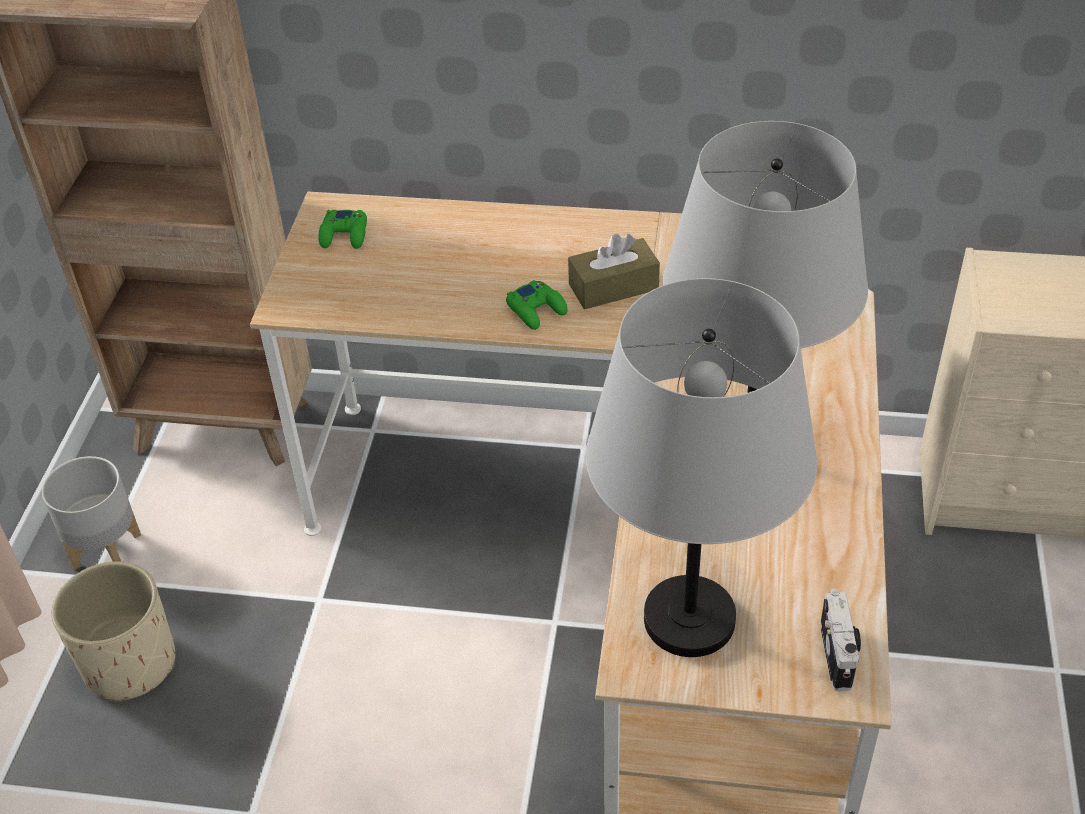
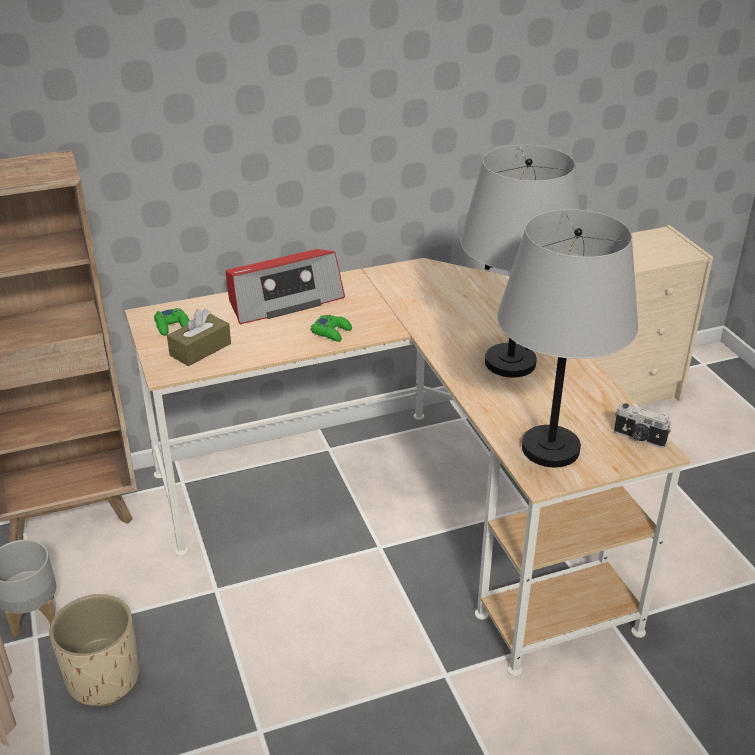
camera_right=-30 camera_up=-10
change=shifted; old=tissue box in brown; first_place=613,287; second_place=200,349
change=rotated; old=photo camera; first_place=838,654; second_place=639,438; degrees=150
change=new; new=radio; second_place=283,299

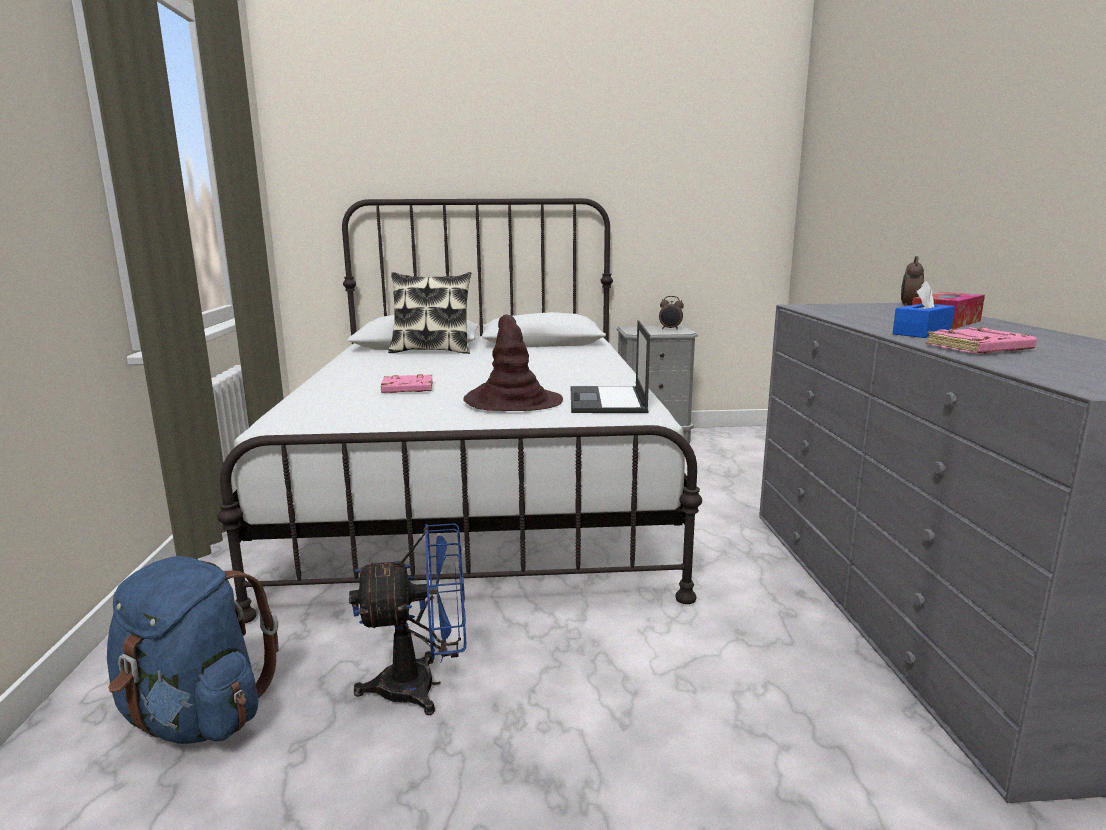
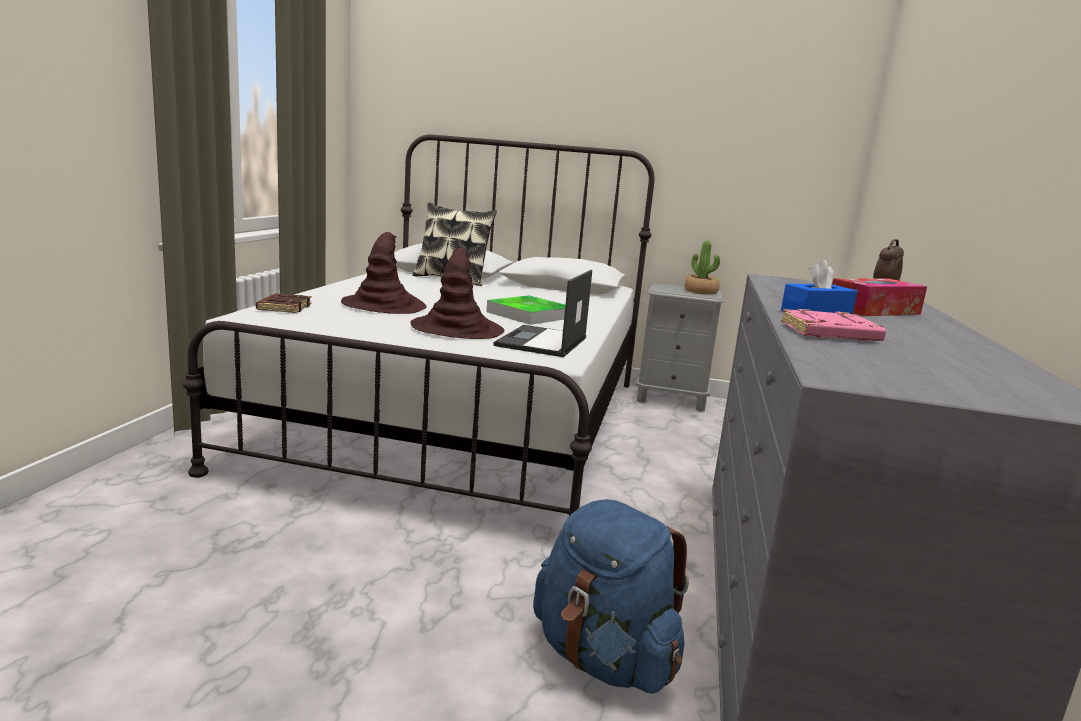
camera_right=15 camera_up=0
change=swapped; old=alarm clock; new=potted plant; first_place=670,329; second_place=701,291
change=swapped; old=book in pink; new=hat in brown; first_place=407,389; second_place=384,305
change=gone; old=fan in blue; first_place=423,686
change=shifted; old=backpack in blue; first_place=196,717; second_place=604,658
change=new; new=book in brown; second_place=284,307
change=new; new=tray; second_place=529,315

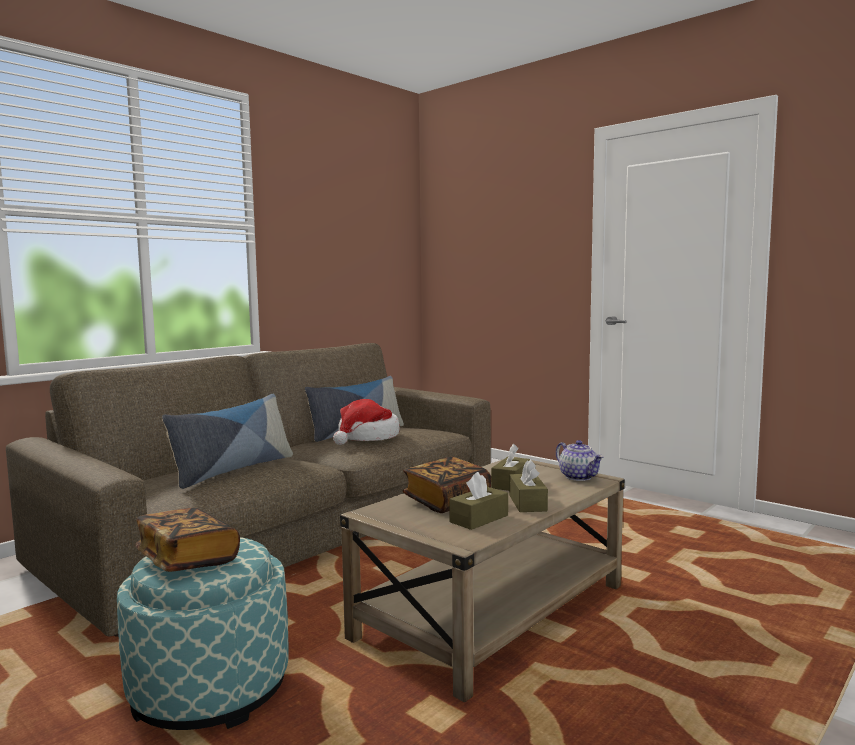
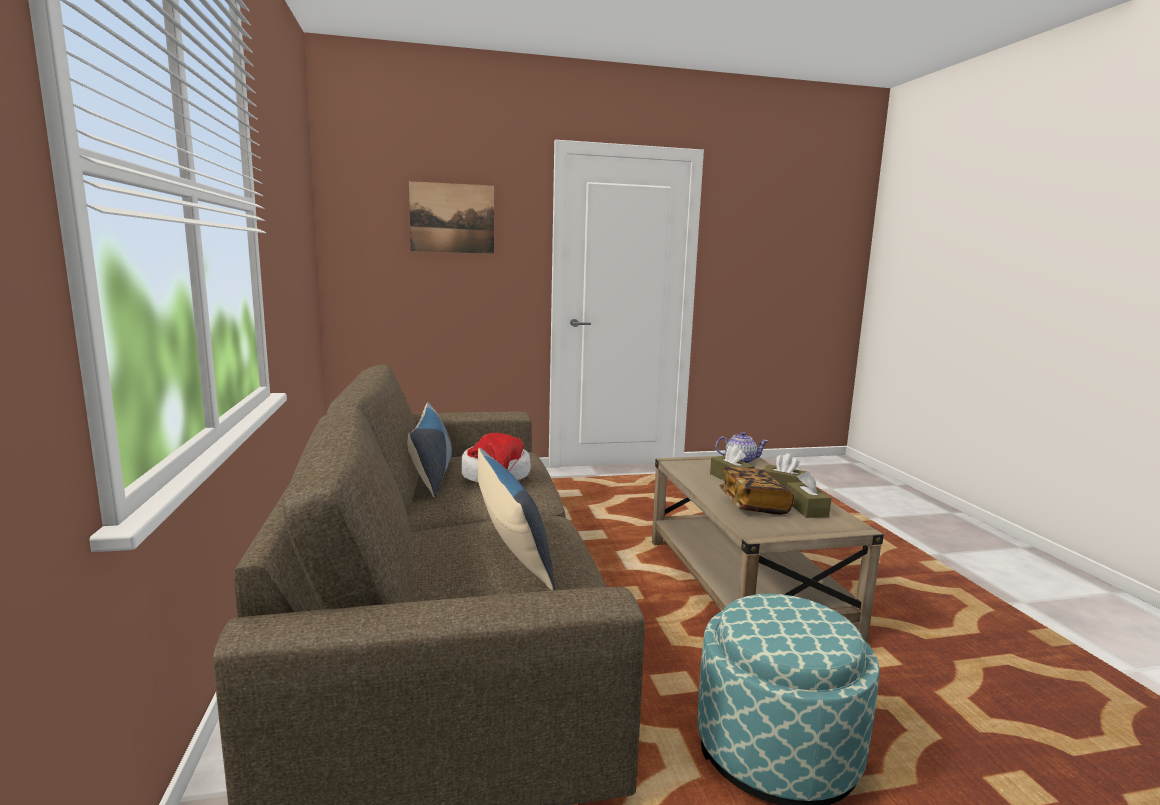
camera_right=-55 camera_up=5
change=gone; old=book; first_place=187,559
change=new; new=picture; second_place=452,218

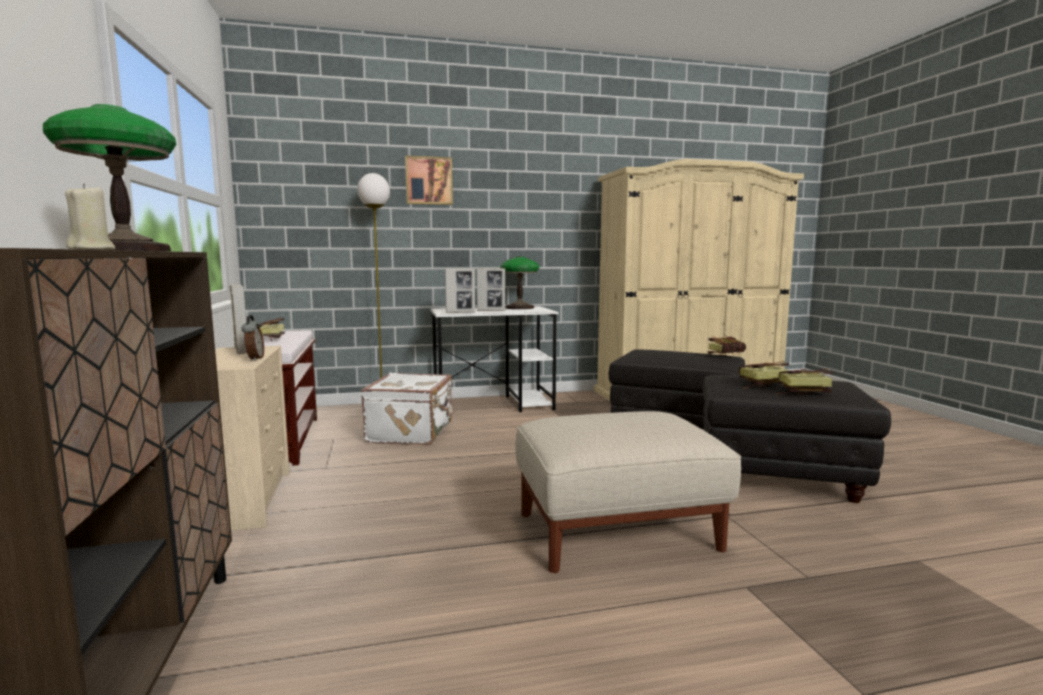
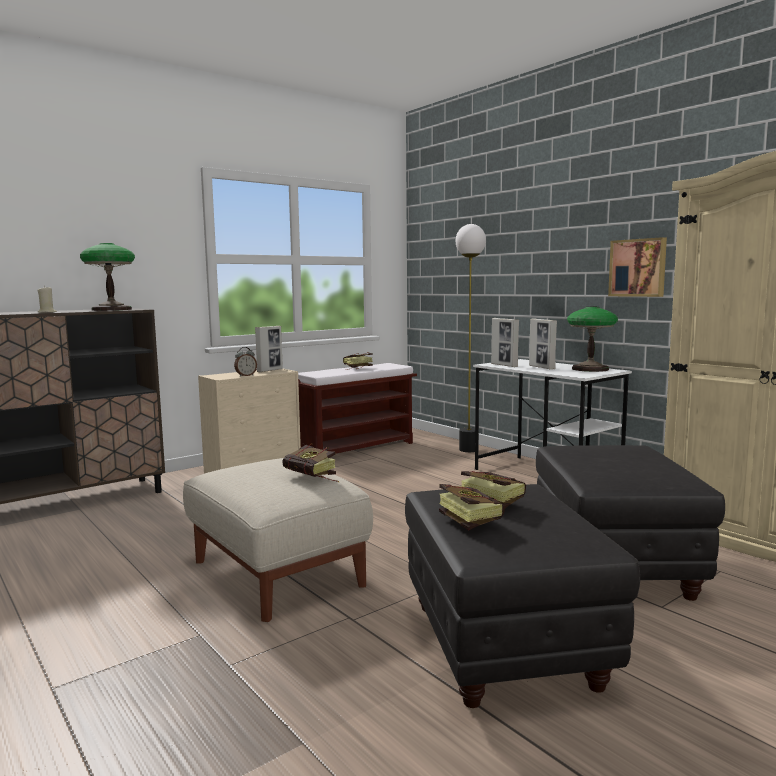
camera_right=65 camera_up=0
change=shifted; old=picture; first_place=429,181; second_place=638,268
change=shifted; old=book; first_place=728,356; second_place=313,478
change=gone; old=suitcase in white; first_place=412,432

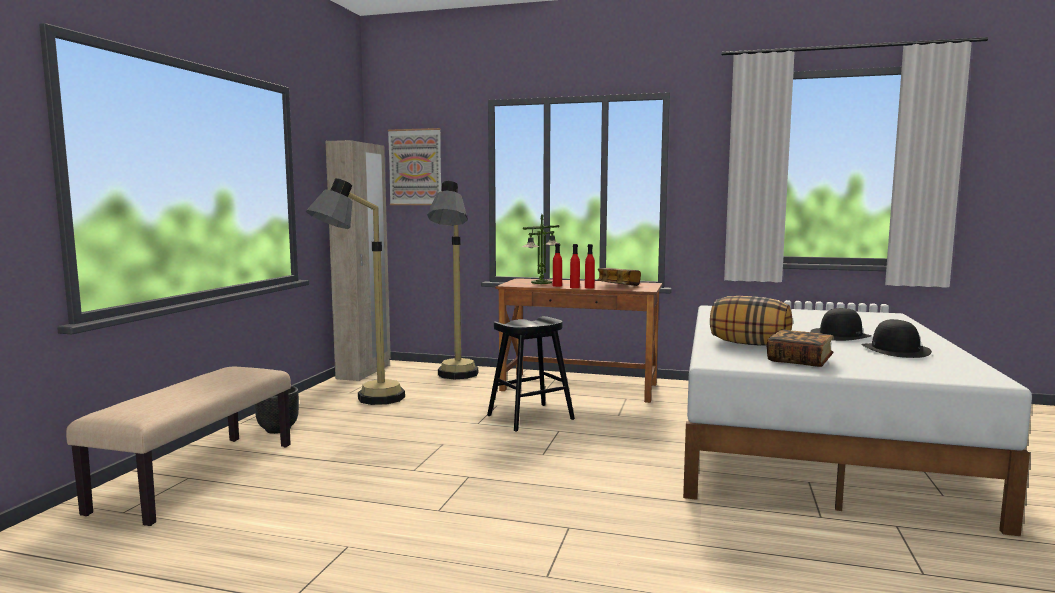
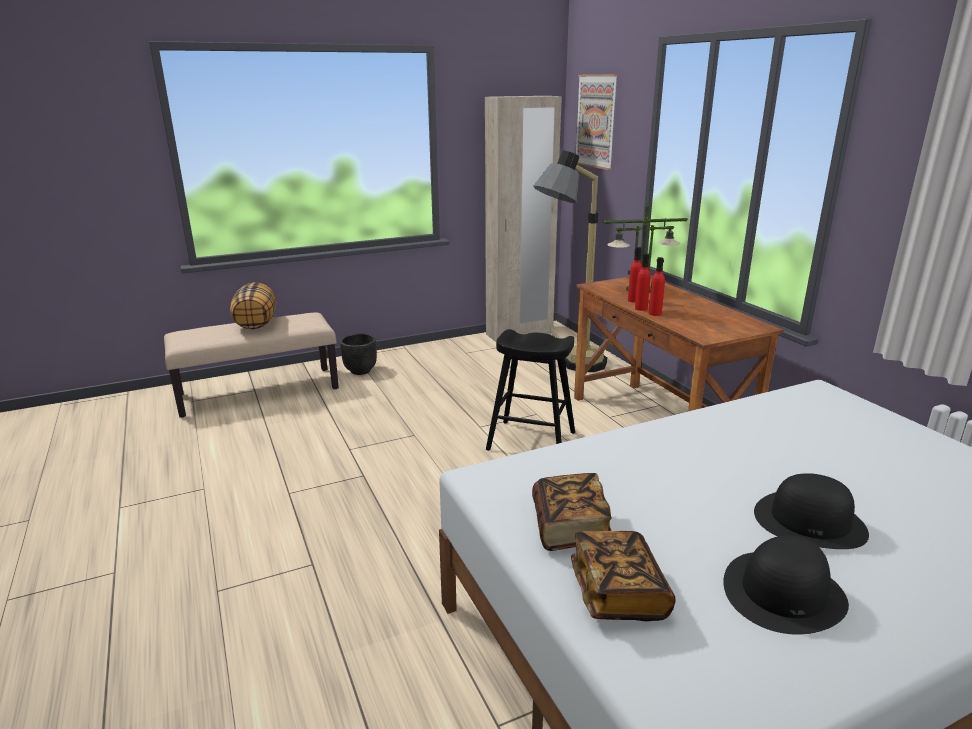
camera_right=50 camera_up=15
change=gone; old=floor lamp; first_place=362,402
change=shifted; old=book; first_place=618,286; second_place=618,593
change=shifted; old=pillow; first_place=749,344; second_place=256,324

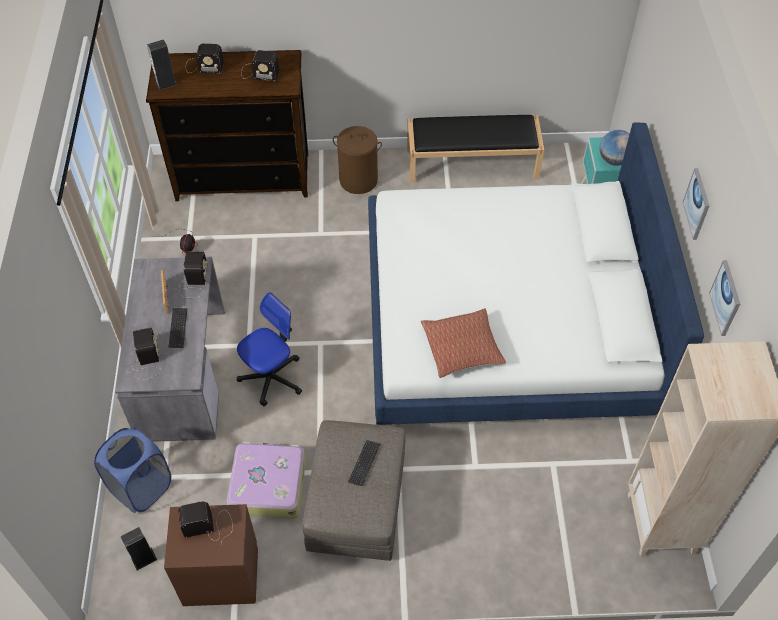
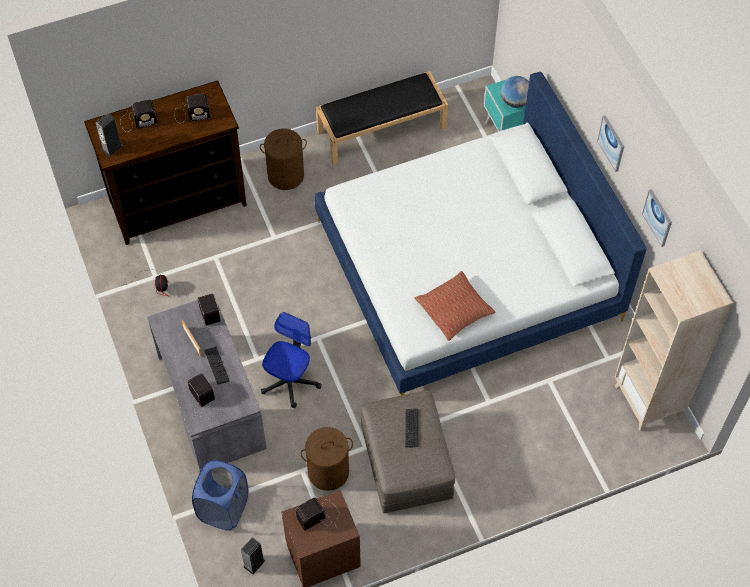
camera_right=-20 camera_up=5
change=swapped; old=suitcase; new=laundry basket in brown; first_place=268,485; second_place=328,472

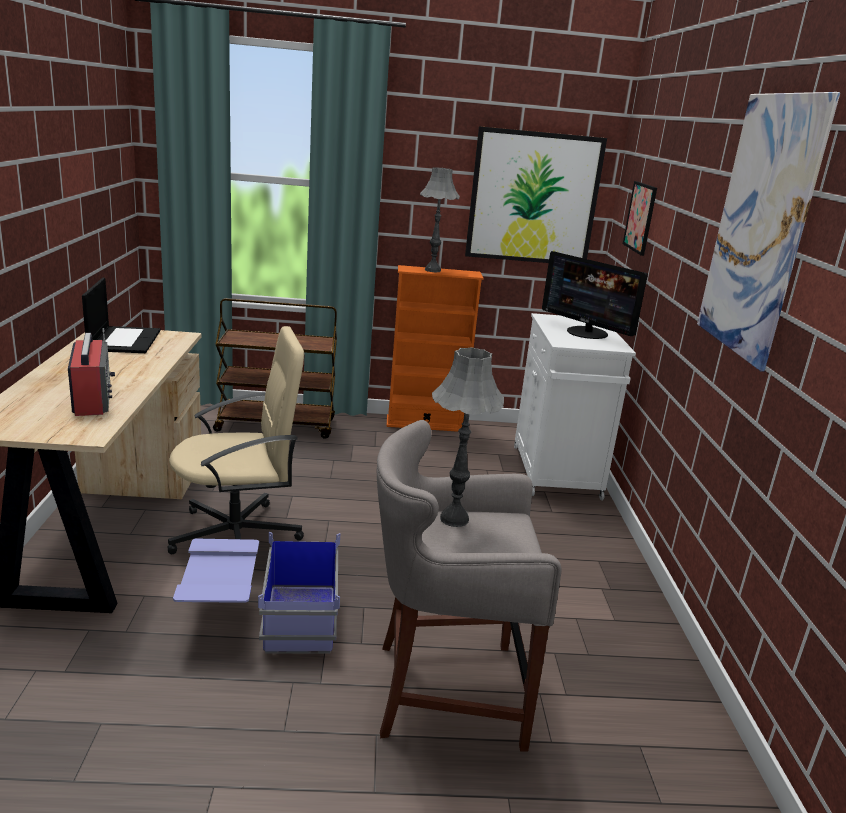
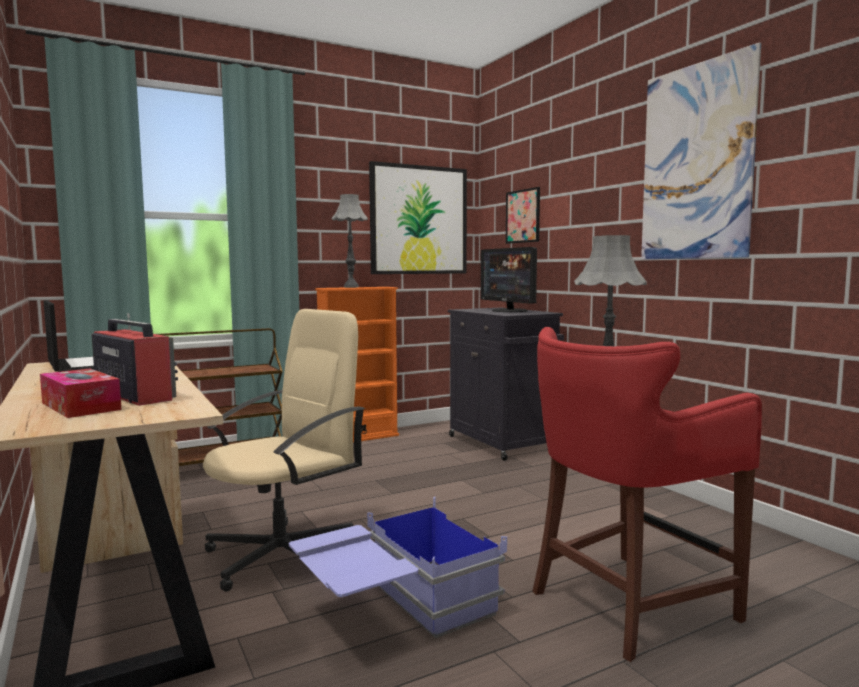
camera_right=-25 camera_up=-15
change=rotated; old=monitor; first_place=587,333; second_place=509,311; degrees=45
change=repainted; old=cabinet in white; new=cabinet in black; first_place=556,473; second_place=502,444
change=repainted; old=stool in grey; new=stool in red; first_place=443,690; second_place=626,605
change=new; new=tissue box; second_place=80,406

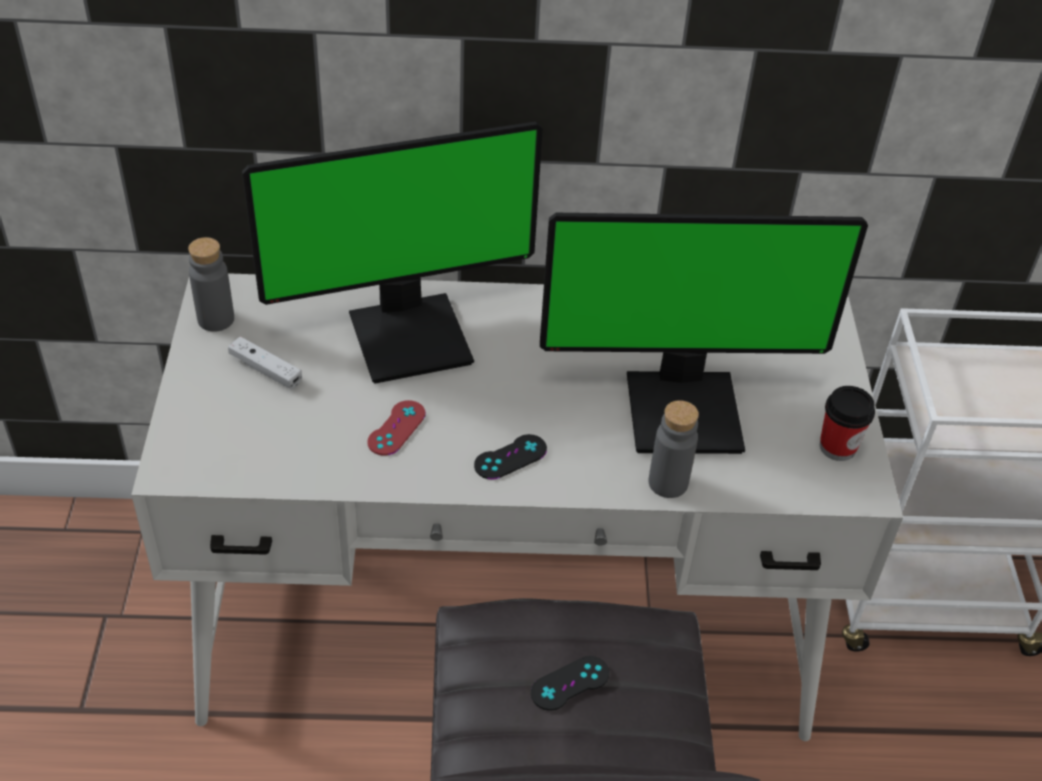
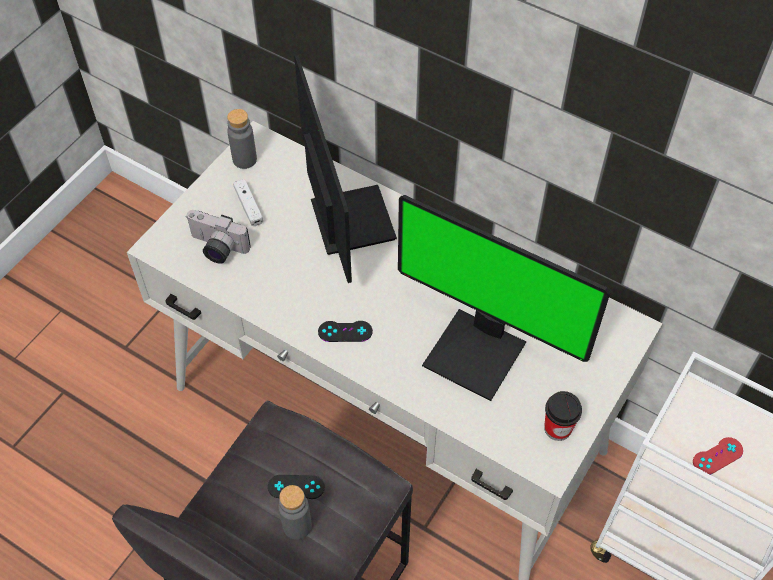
camera_right=35 camera_up=10
change=rotated; old=monitor; first_place=410,335; second_place=348,221; degrees=-120
change=shifted; old=game controller in red; first_place=396,428; second_place=717,456
change=shifted; old=bottle in grey; first_place=668,483; second_place=297,526
change=new; new=photo camera; second_place=216,248

